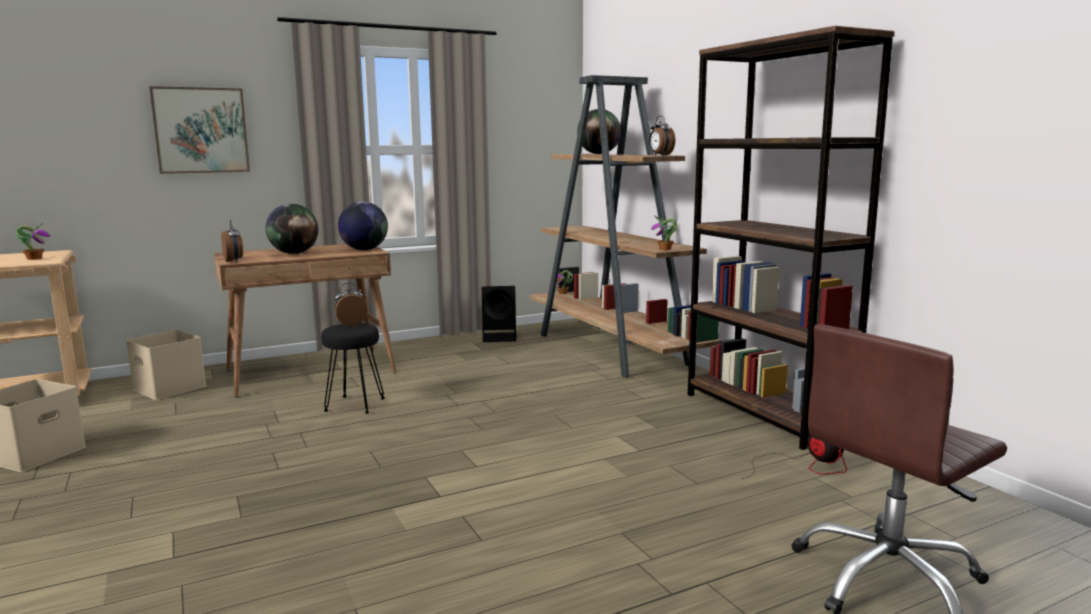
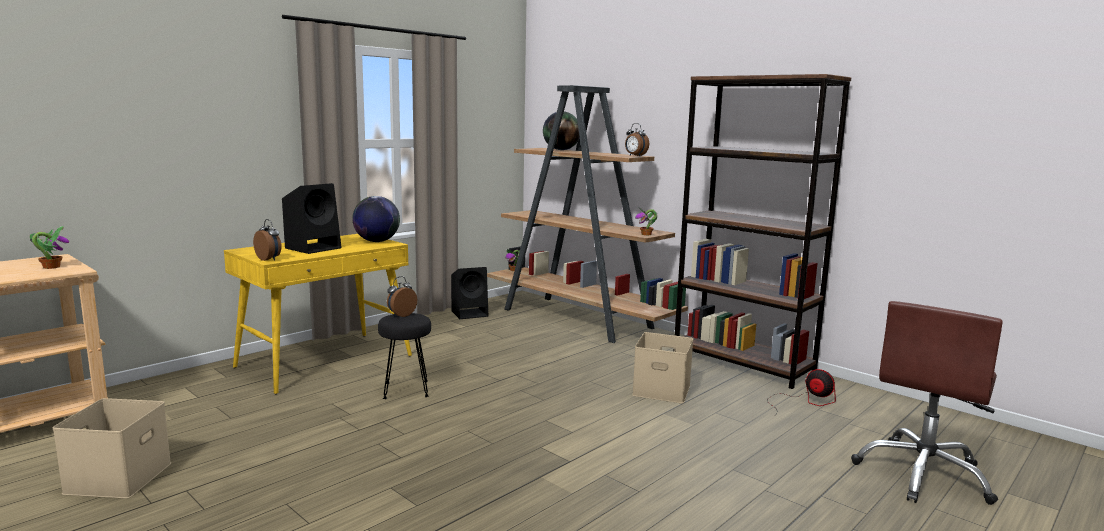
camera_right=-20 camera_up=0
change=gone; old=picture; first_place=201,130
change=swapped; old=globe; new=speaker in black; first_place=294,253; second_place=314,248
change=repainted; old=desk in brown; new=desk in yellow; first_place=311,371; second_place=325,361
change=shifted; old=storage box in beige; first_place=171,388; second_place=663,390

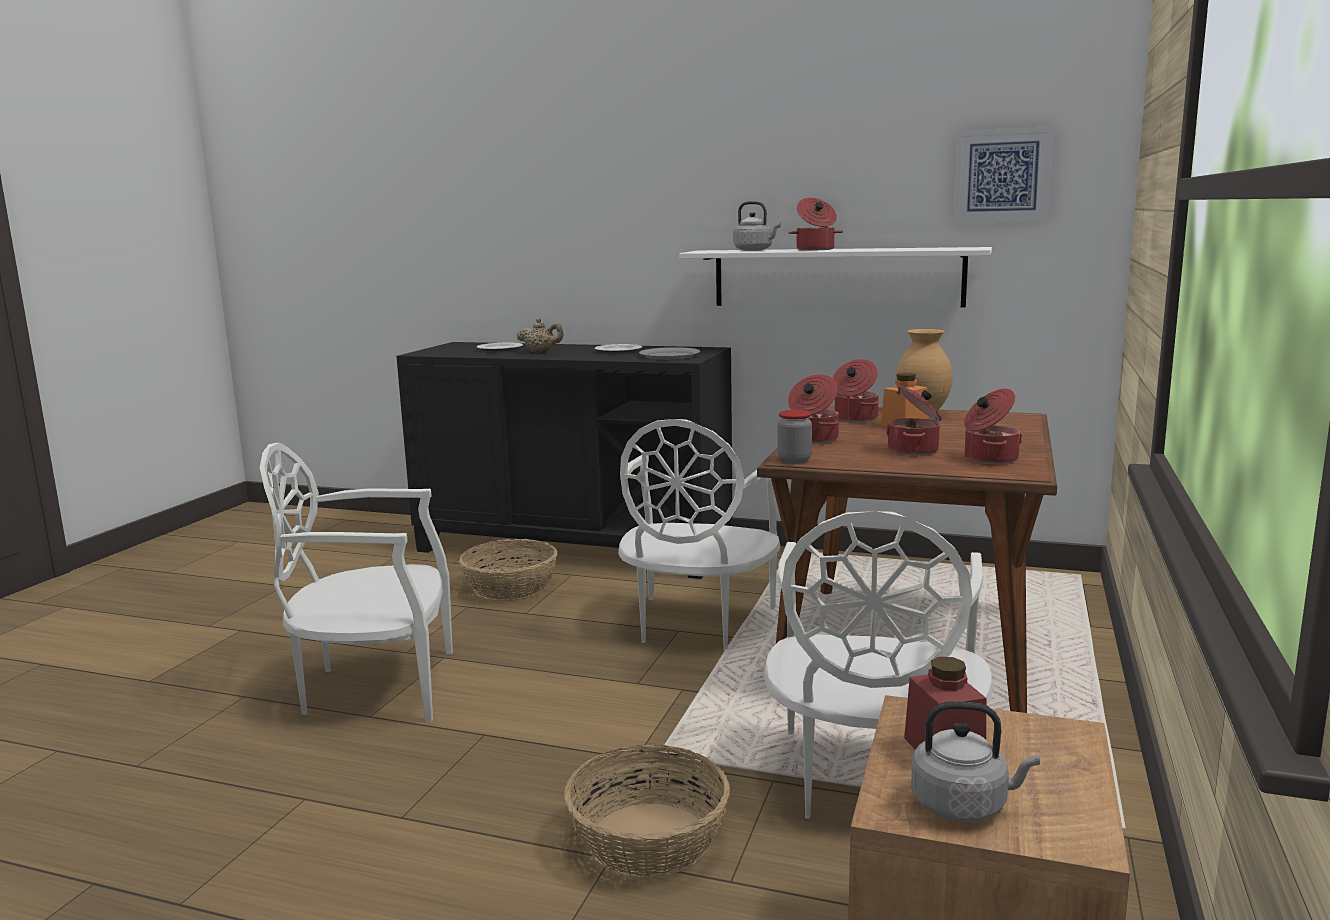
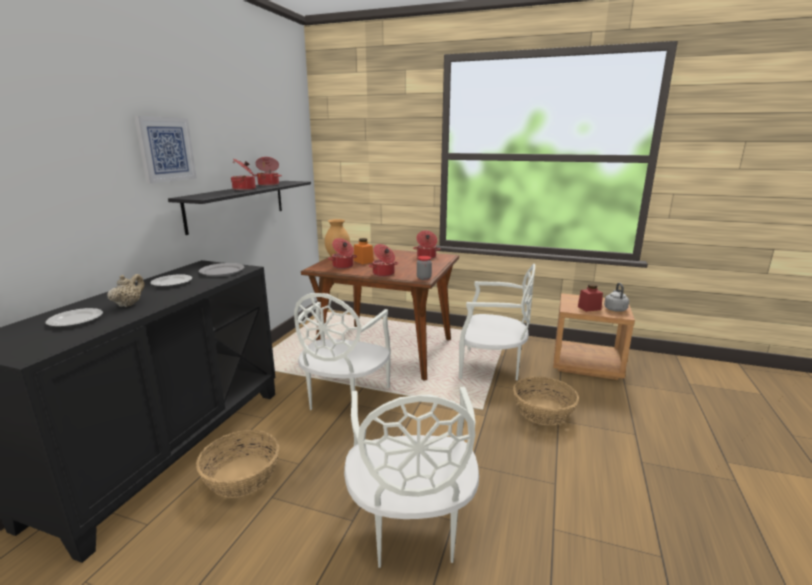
camera_right=-90 camera_up=5
change=shifted; old=picture; first_place=1002,176; second_place=166,149
change=gone; old=kettle in grey; first_place=755,250
change=repainted; old=shelf in white; new=shelf in black; first_place=837,277; second_place=237,204
change=shifted; old=cooking pot; first_place=914,450; second_place=269,184
change=rotated; old=chair in white; first_place=696,625; second_place=344,397; degrees=90

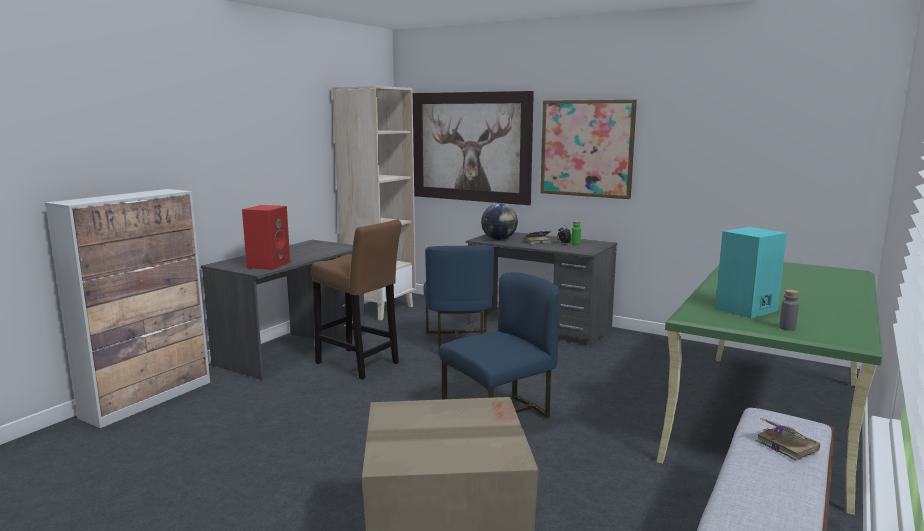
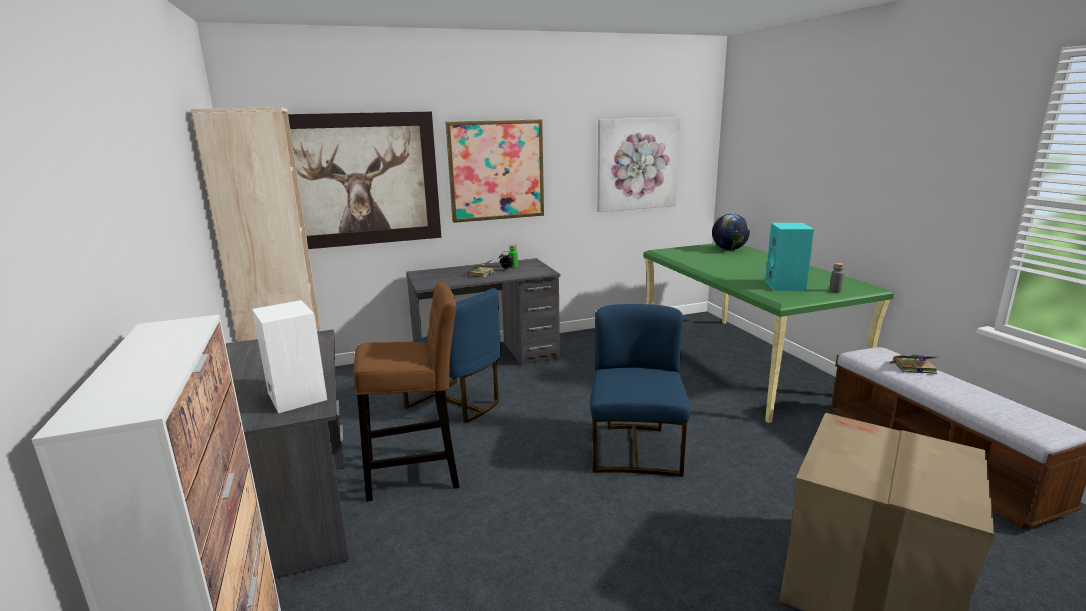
camera_right=-50 camera_up=5
change=shifted; old=globe; first_place=499,239; second_place=729,249
change=repainted; old=speaker in red; new=speaker in white; first_place=268,265; second_place=295,396
change=new; new=picture; second_place=637,164

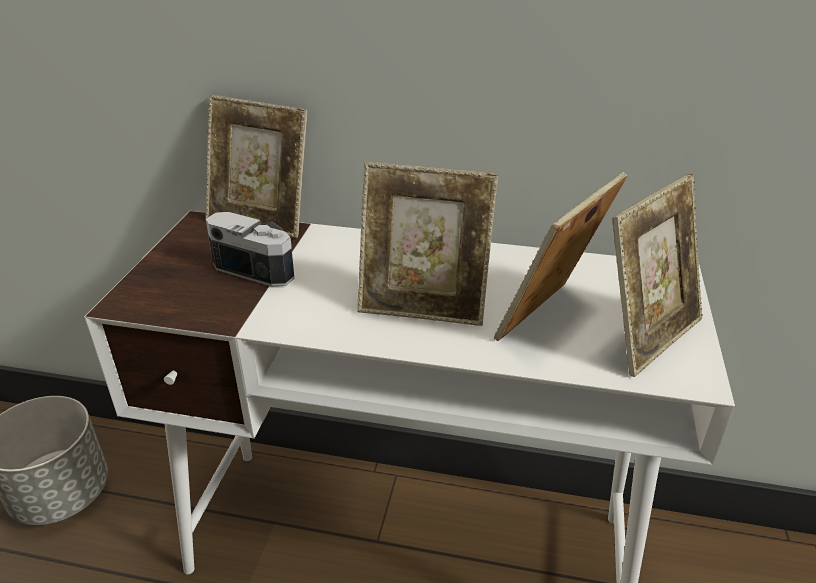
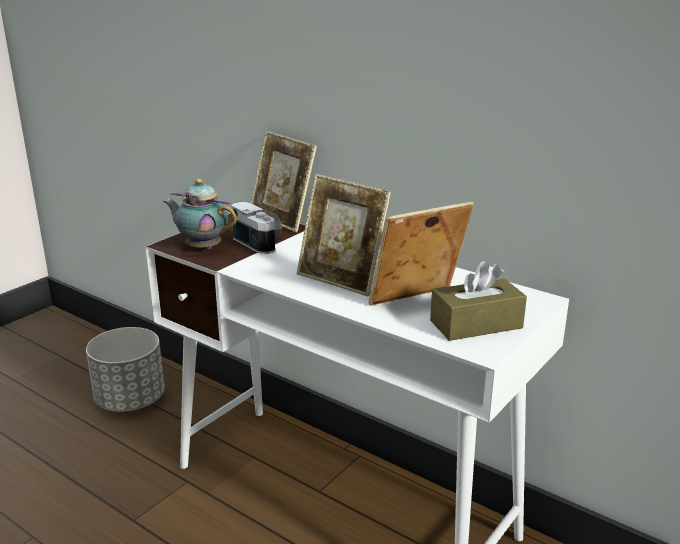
camera_right=25 camera_up=-10
change=swapped; old=picture frame; new=tissue box in brown; first_place=646,335; second_place=476,324
change=new; new=teapot; second_place=202,247

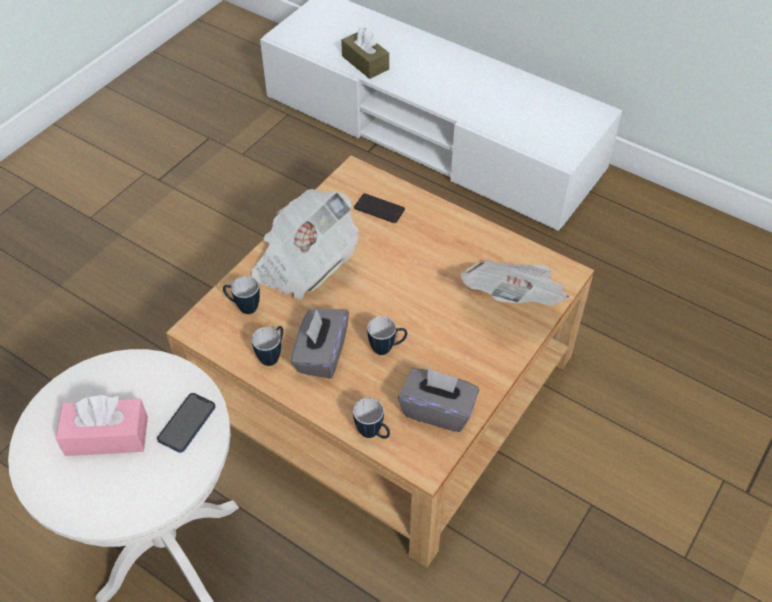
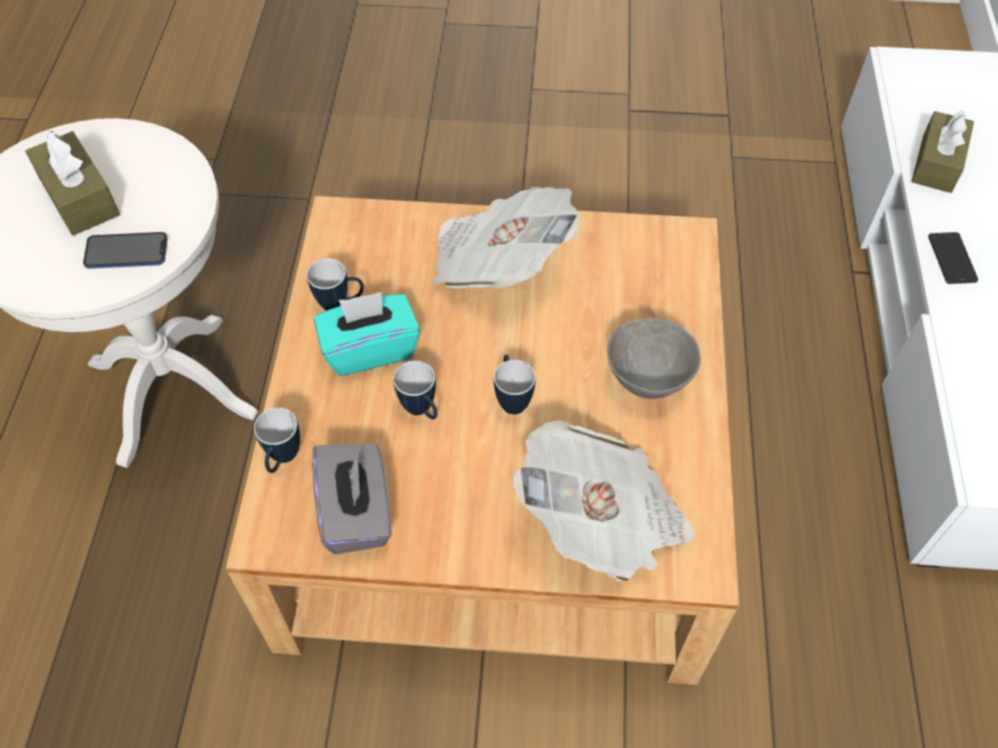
camera_right=60 camera_up=5
change=shifted; old=phone; first_place=379,209; second_place=952,258
change=shifted; old=mug; first_place=243,307; second_place=511,398
change=repainted; old=tissue box in grey; new=tissue box in turquoise; first_place=321,354; second_place=370,349
change=repainted; old=tissue box in pink; new=tissue box in brown; first_place=107,436; second_place=79,197
change=new; new=bowl in grey; second_place=646,382

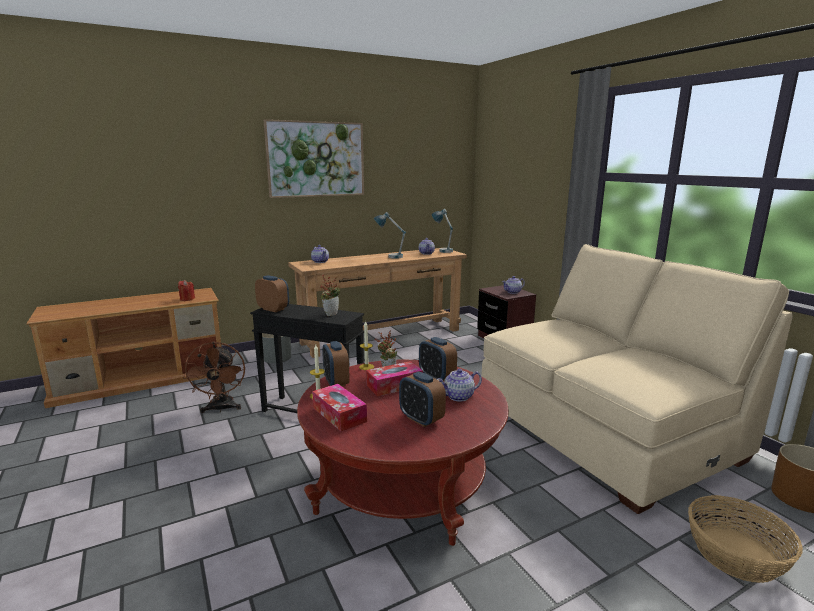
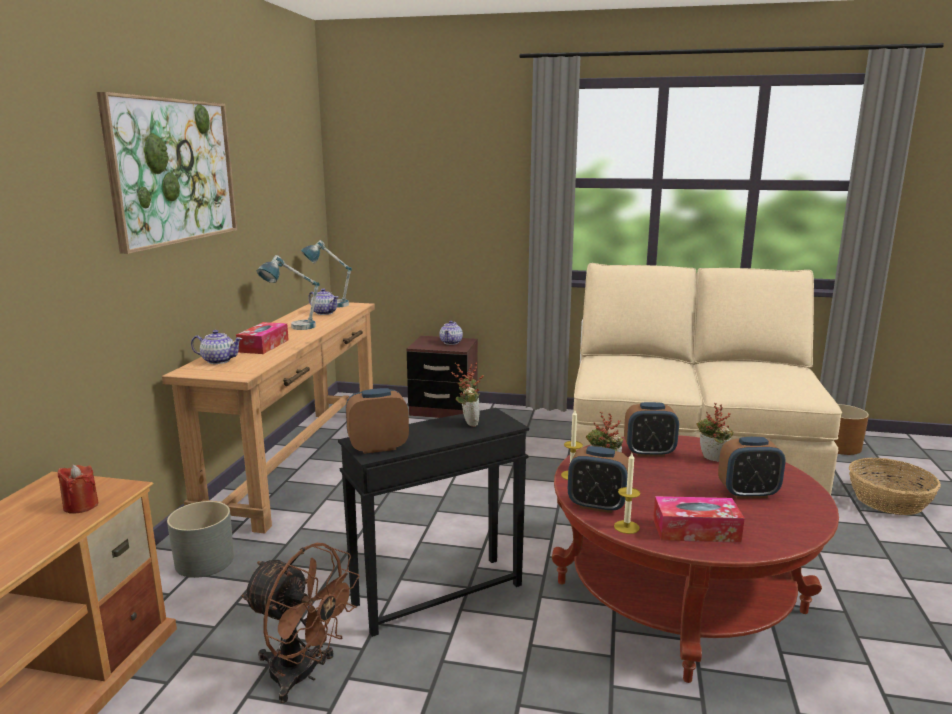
camera_right=-50 camera_up=0
change=shifted; old=tissue box; first_place=394,386; second_place=263,346
change=swapped; old=teapot; new=potted plant; first_place=459,396; second_place=711,460

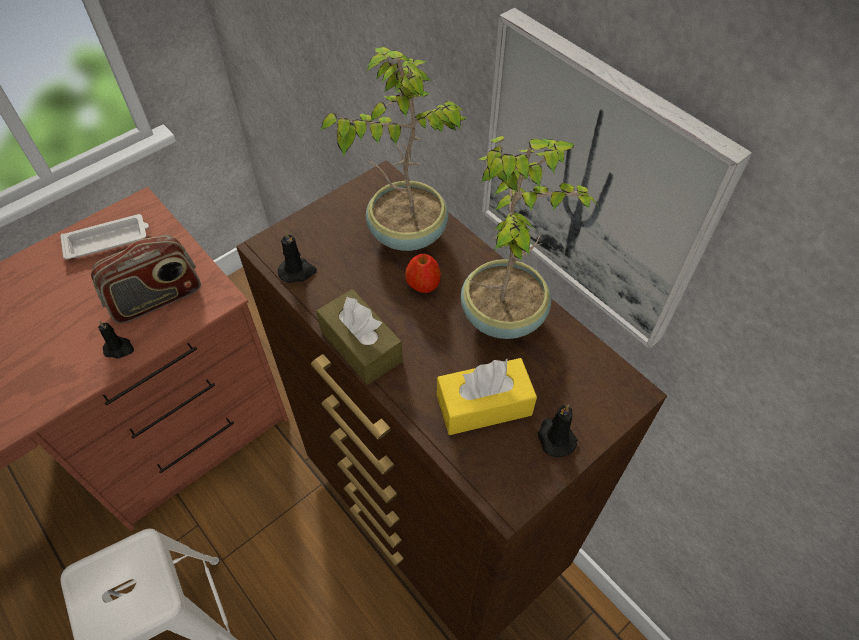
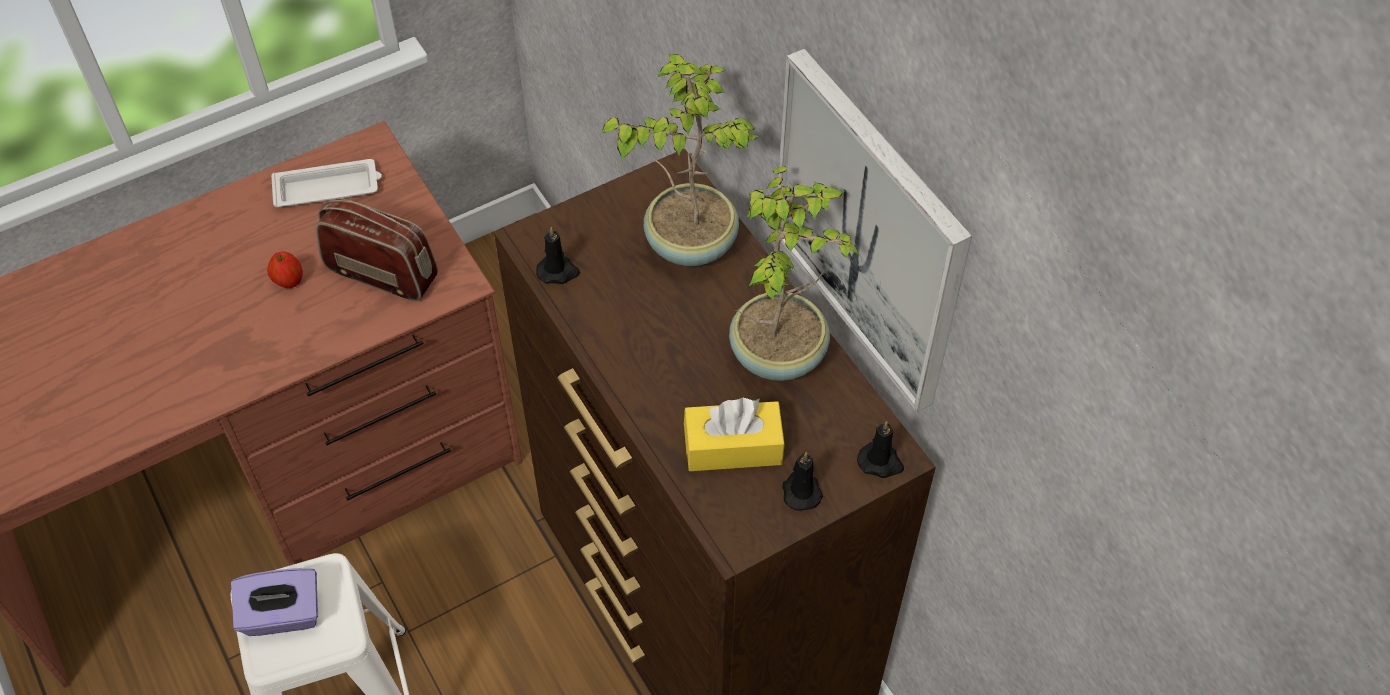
camera_right=10 camera_up=0
change=rotated; old=radio; first_place=156,298; second_place=382,273; degrees=-135
change=shifted; old=apple; first_place=423,286; second_place=289,281
change=gone; old=tissue box in brown; first_place=361,346
change=shifted; old=candle in black; first_place=119,348; second_place=881,462
change=new; new=tissue box in purple; second_place=282,615

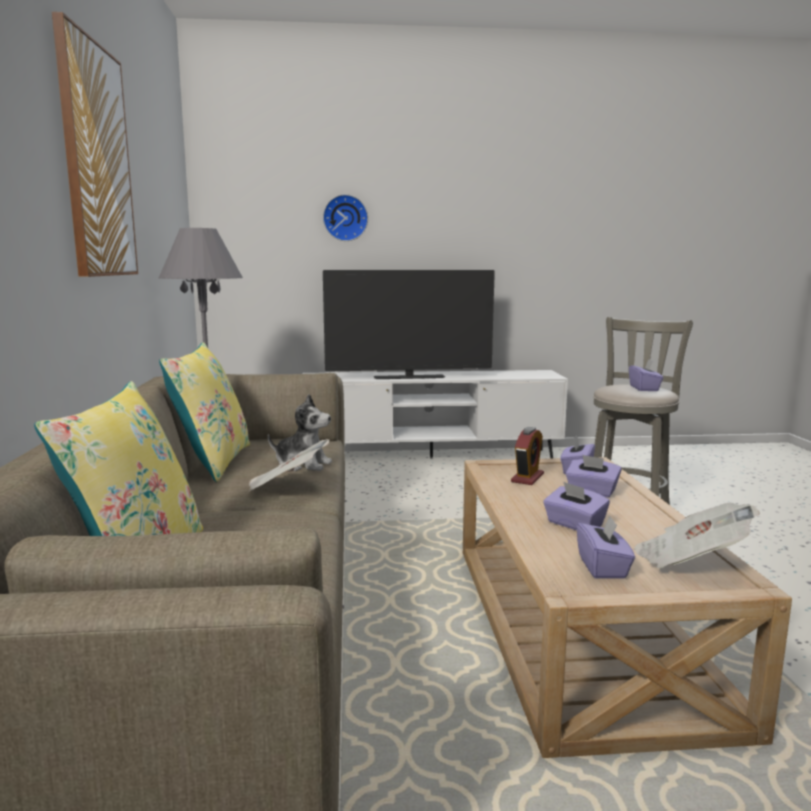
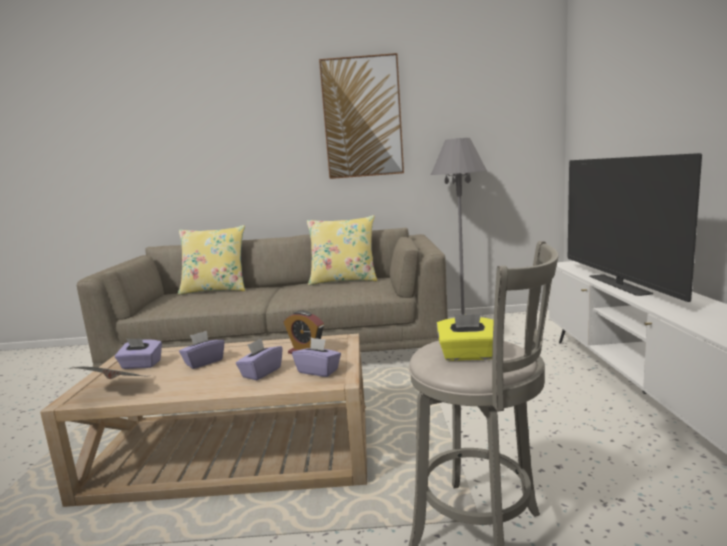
camera_right=95 camera_up=0
change=gone; old=wall clock; first_place=345,218
change=repainted; old=tissue box in purple; new=tissue box in yellow; first_place=644,388; second_place=468,355
change=gone; old=plush toy; first_place=303,465
change=gone; old=newspaper; first_place=286,487

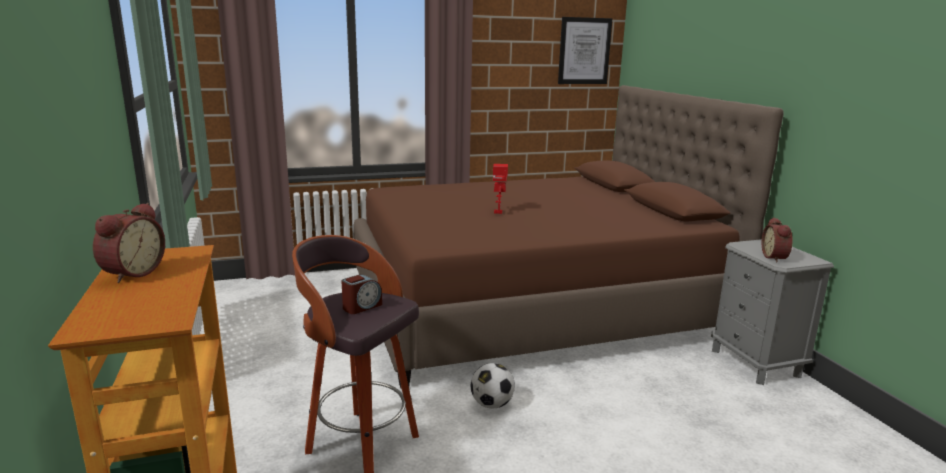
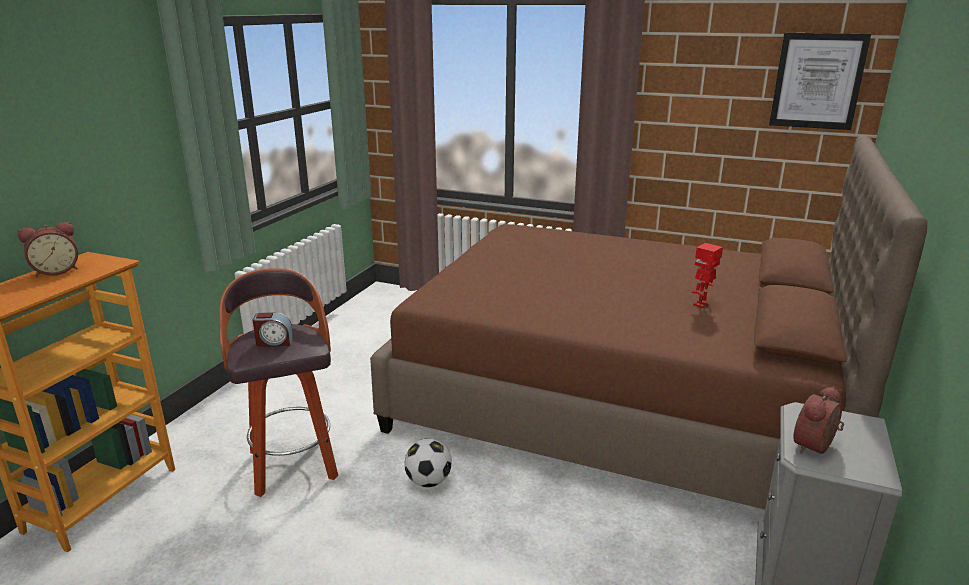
camera_right=40 camera_up=5
change=shifted; old=toy robot; first_place=498,212; second_place=701,305

